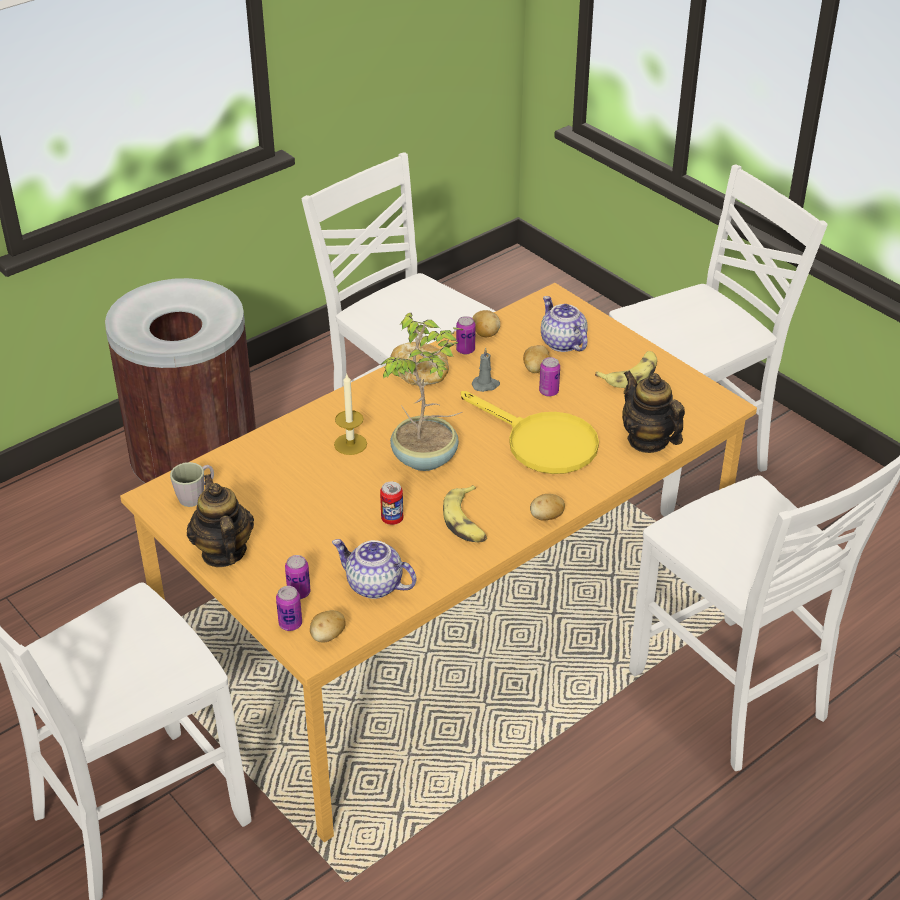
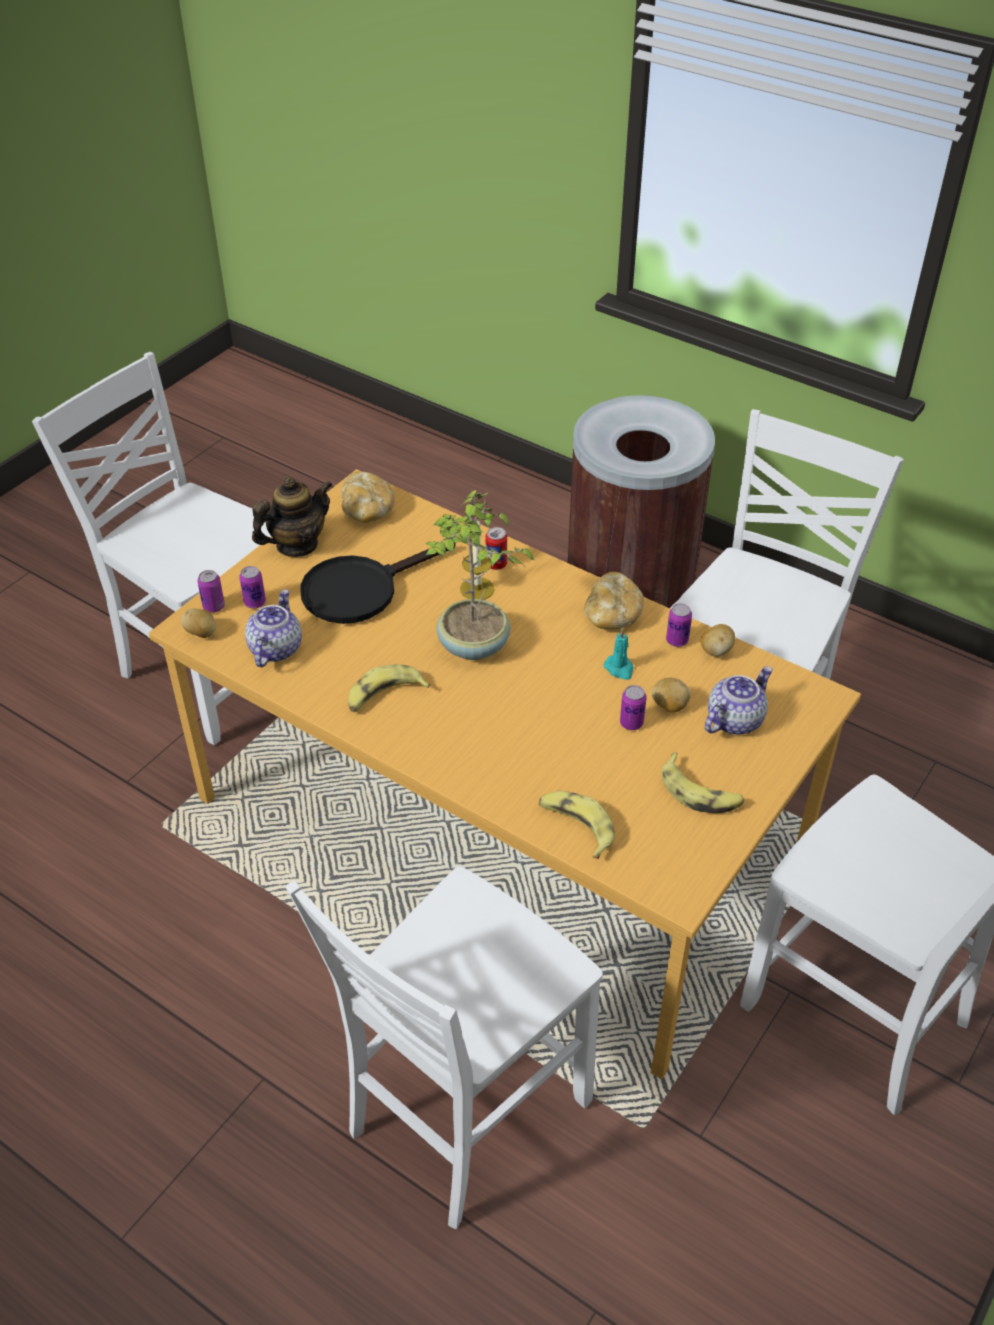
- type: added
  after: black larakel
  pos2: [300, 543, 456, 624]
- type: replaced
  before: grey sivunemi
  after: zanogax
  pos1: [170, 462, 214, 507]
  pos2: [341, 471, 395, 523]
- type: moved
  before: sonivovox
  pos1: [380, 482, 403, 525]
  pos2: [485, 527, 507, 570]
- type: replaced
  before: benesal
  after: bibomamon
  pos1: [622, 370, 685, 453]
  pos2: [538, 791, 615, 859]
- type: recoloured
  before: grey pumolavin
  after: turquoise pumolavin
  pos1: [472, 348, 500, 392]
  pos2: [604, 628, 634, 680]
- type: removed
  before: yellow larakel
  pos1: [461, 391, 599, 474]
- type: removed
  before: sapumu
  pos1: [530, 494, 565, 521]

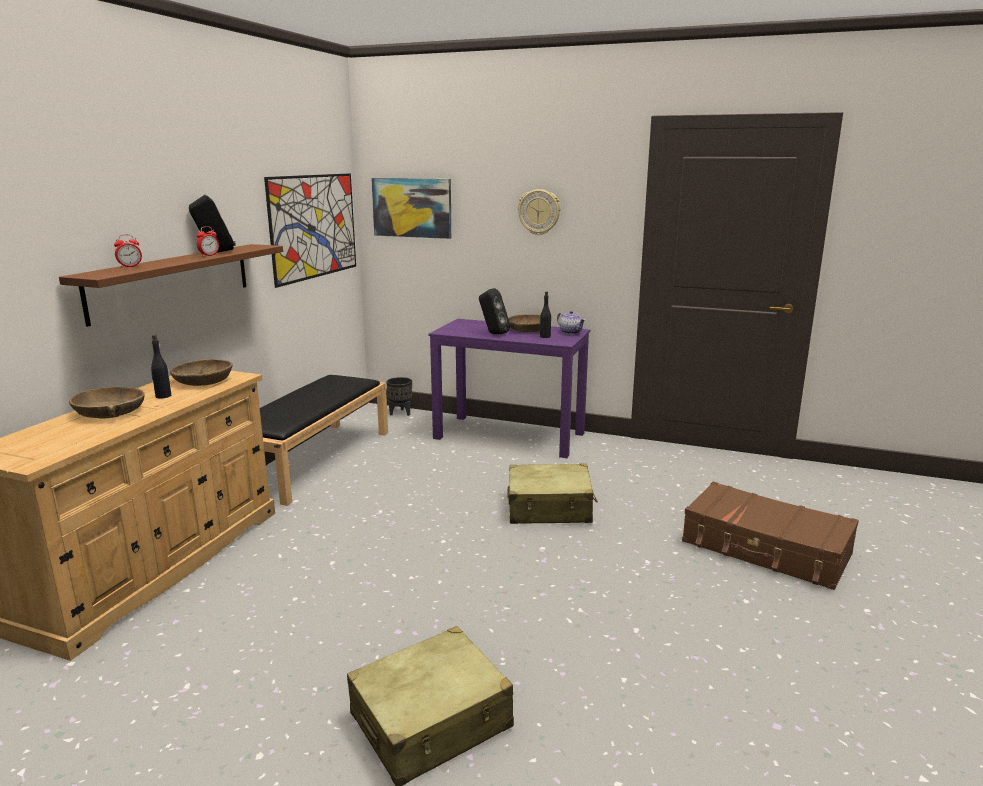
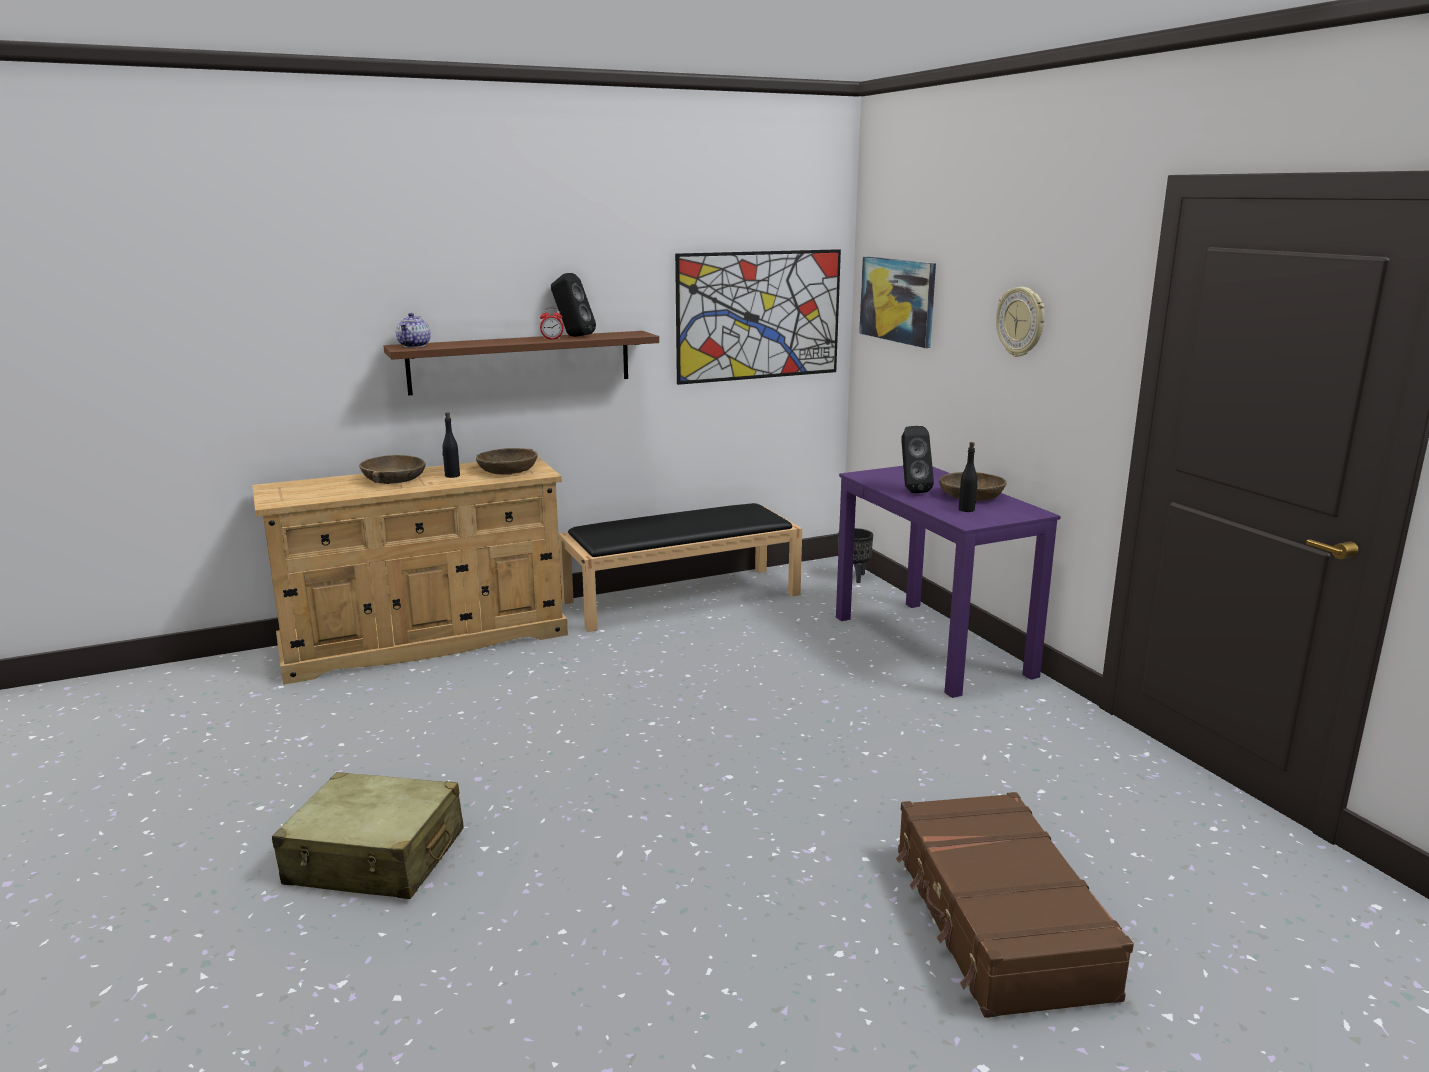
- type: moved
  before: benesal
  pos1: [557, 311, 586, 334]
  pos2: [396, 313, 431, 347]
- type: removed
  before: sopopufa
  pos1: [114, 234, 142, 268]
- type: removed
  before: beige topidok
  pos1: [507, 463, 598, 524]

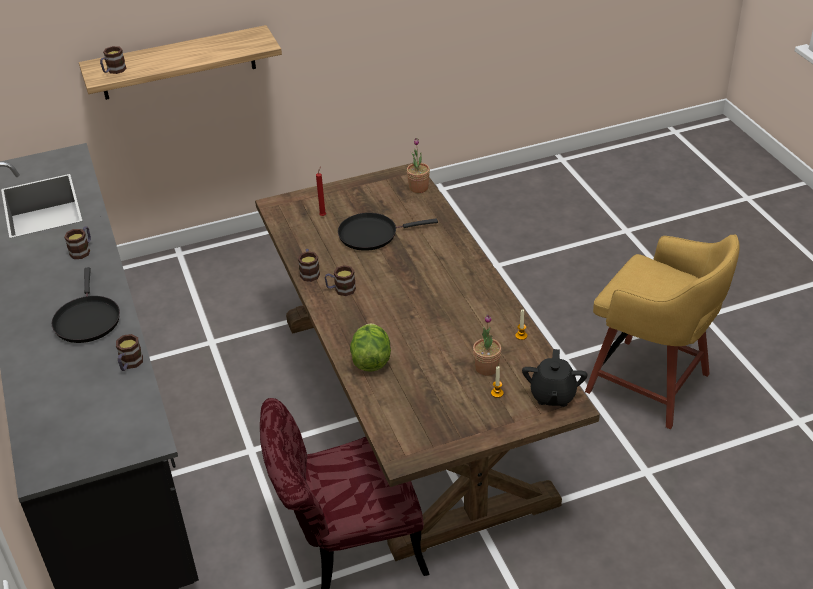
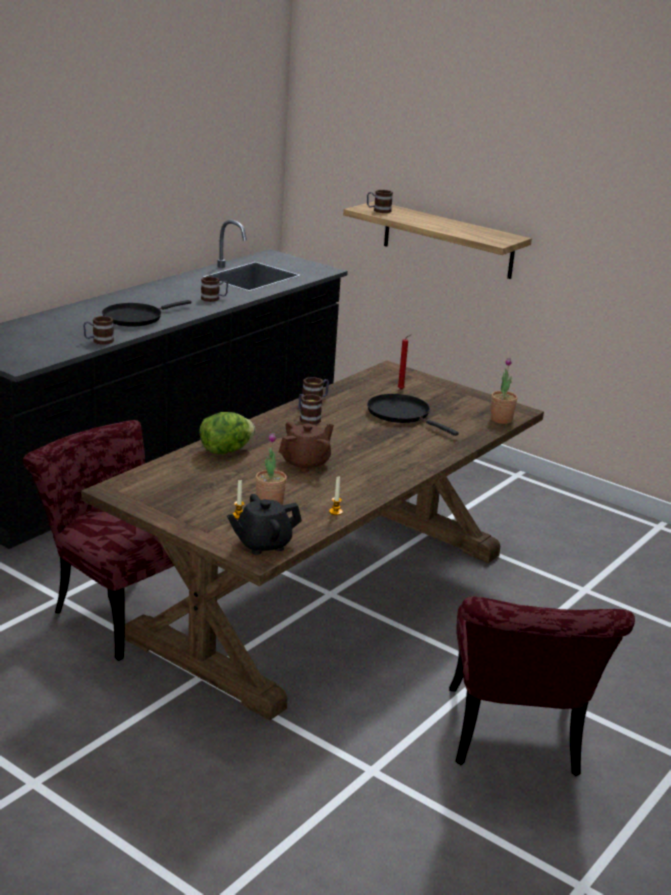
- type: added
  after: brown benesal
  pos2: [279, 422, 334, 472]
- type: replaced
  before: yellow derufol
  after: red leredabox
  pos1: [585, 234, 740, 429]
  pos2: [449, 596, 635, 776]

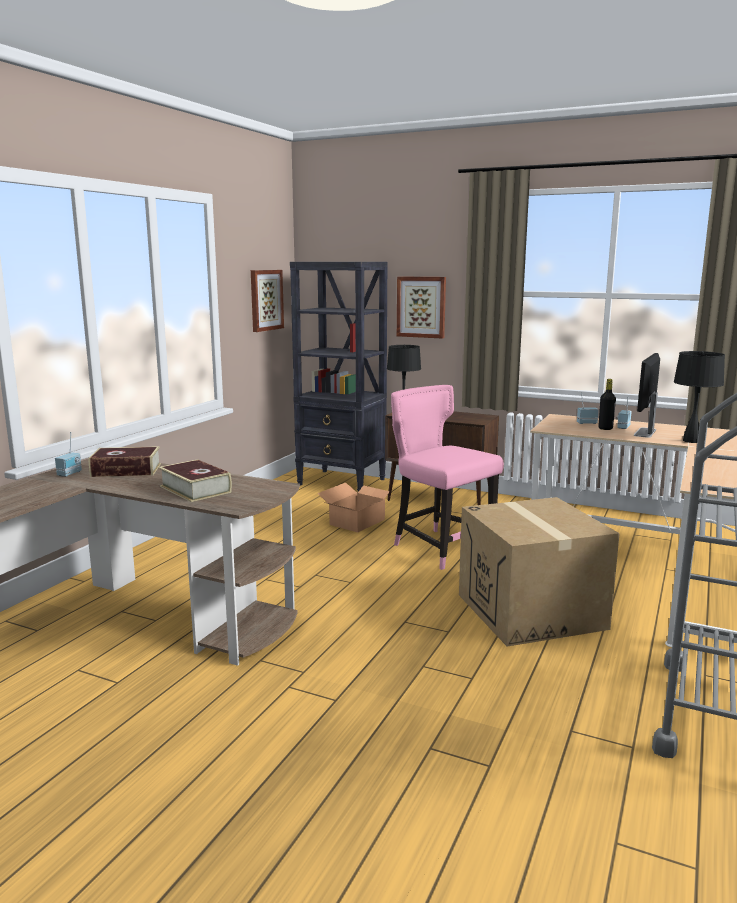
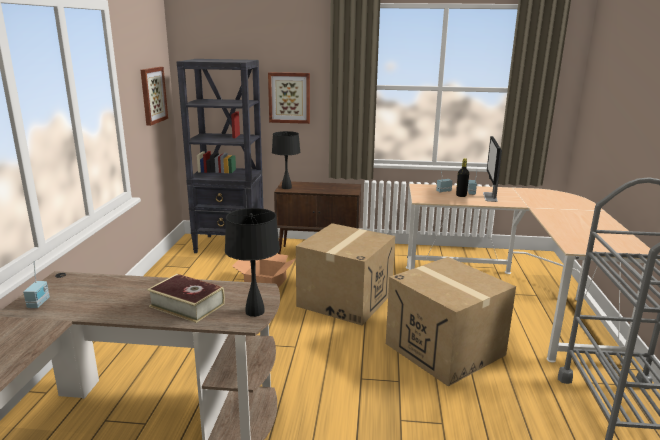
- type: moved
  before: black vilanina
  pos1: [674, 351, 725, 443]
  pos2: [225, 208, 280, 317]
- type: replaced
  before: pink leredabox
  after: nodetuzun
  pos1: [391, 385, 504, 570]
  pos2: [296, 223, 395, 325]
- type: removed
  before: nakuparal
  pos1: [88, 446, 161, 477]

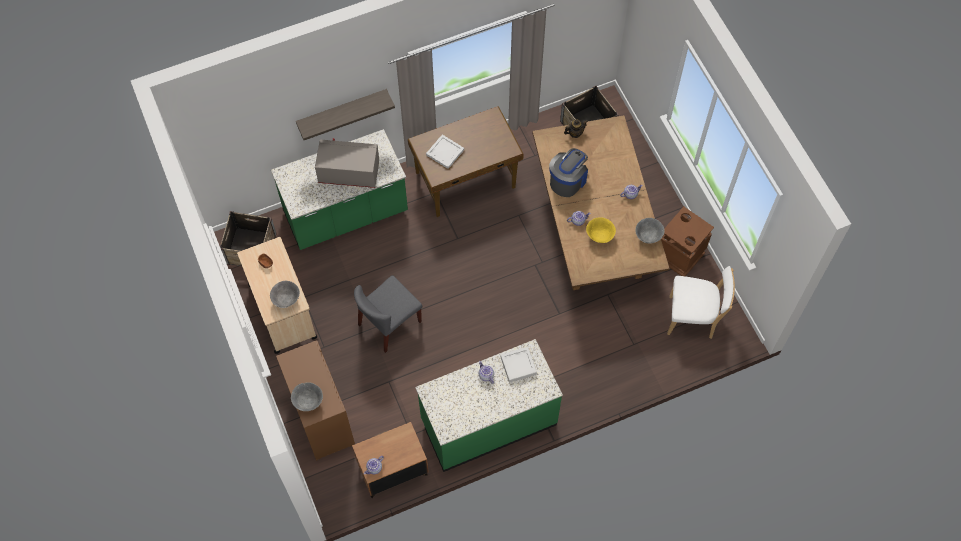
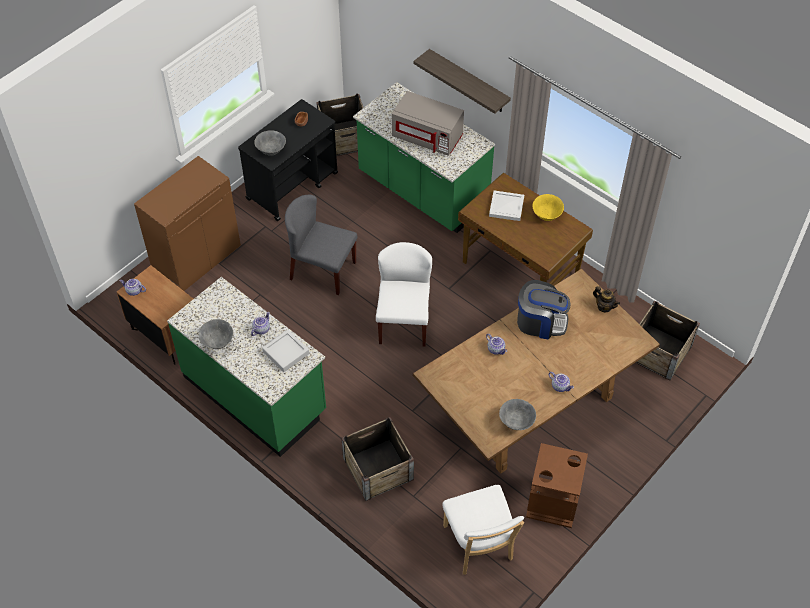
- type: moved
  before: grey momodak
  pos1: [291, 382, 323, 411]
  pos2: [198, 319, 233, 349]
- type: recoloured
  before: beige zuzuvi
  after: black zuzuvi
  pos1: [237, 237, 317, 354]
  pos2: [238, 99, 338, 221]
- type: added
  after: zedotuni
  pos2: [341, 417, 414, 501]
- type: added
  after: white leredabox
  pos2: [376, 242, 432, 347]
- type: turned
  before: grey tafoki
  pos1: [315, 138, 379, 188]
  pos2: [392, 91, 464, 156]
  turn: 135
- type: moved
  before: yellow momodak
  pos1: [586, 217, 616, 243]
  pos2: [532, 194, 564, 221]

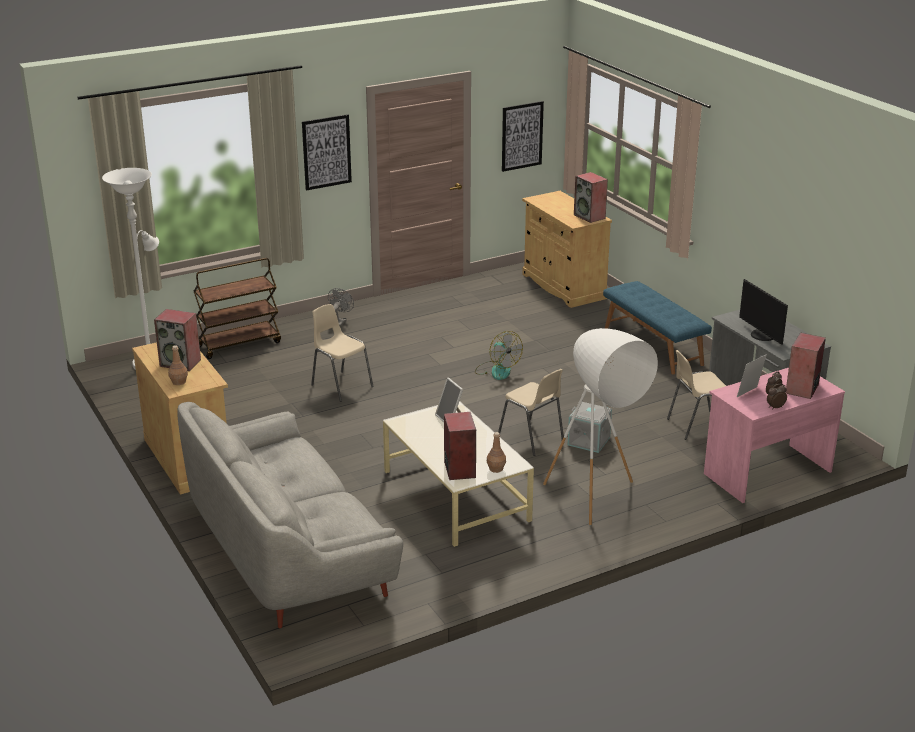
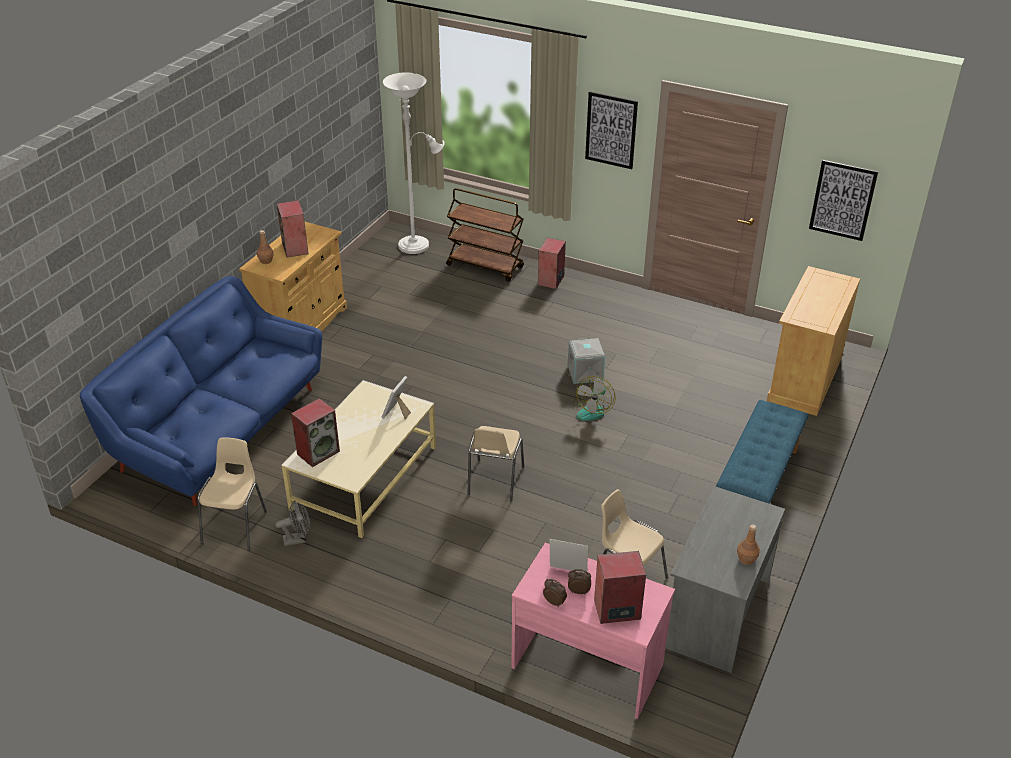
- type: recoloured
  before: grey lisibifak
  after: blue lisibifak
  pos1: [177, 402, 403, 628]
  pos2: [80, 276, 322, 506]
- type: moved
  before: beige leredabox
  pos1: [311, 304, 374, 402]
  pos2: [197, 437, 267, 551]
- type: moved
  before: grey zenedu
  pos1: [328, 288, 354, 326]
  pos2: [275, 500, 310, 546]
- type: moved
  before: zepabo
  pos1: [574, 172, 608, 223]
  pos2: [538, 238, 566, 289]
- type: moved
  before: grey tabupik
  pos1: [568, 402, 612, 453]
  pos2: [568, 338, 605, 384]
- type: moved
  before: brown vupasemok
  pos1: [487, 432, 506, 473]
  pos2: [737, 524, 760, 565]
- type: removed
  before: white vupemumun
  pos1: [543, 328, 658, 525]
- type: removed
  before: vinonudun
  pos1: [739, 279, 788, 345]

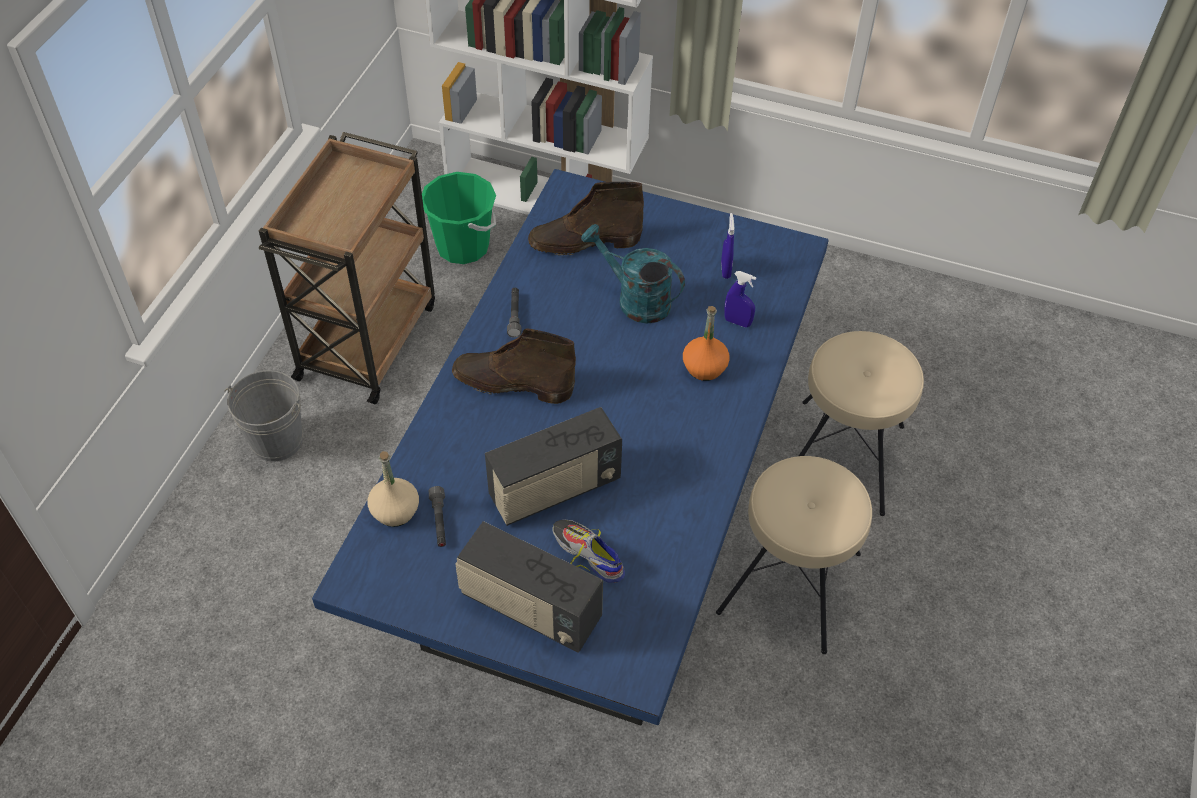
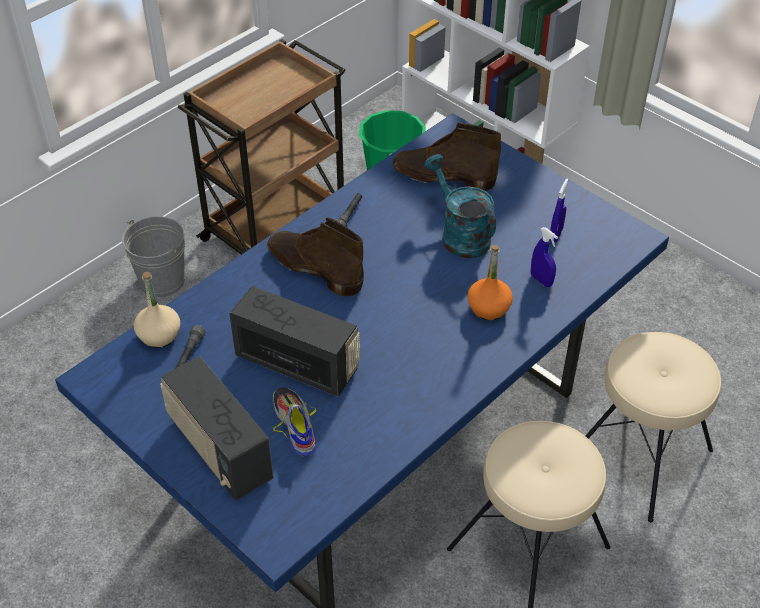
- type: turned
  before: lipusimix
  pos1: [485, 407, 622, 526]
  pos2: [229, 286, 360, 397]
  turn: -150

